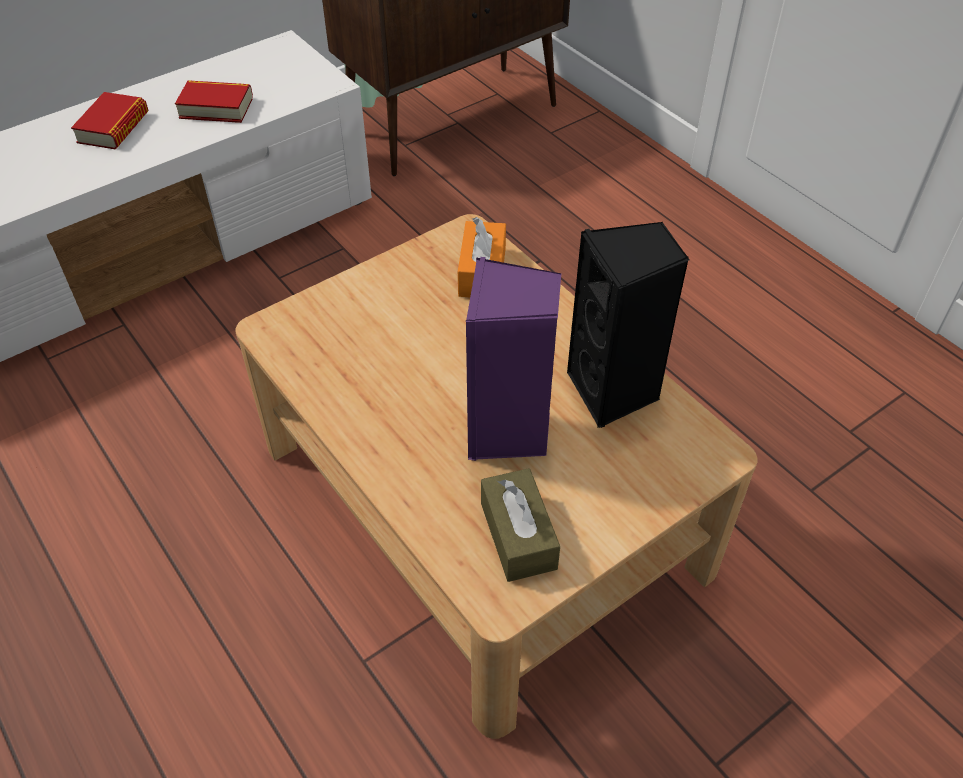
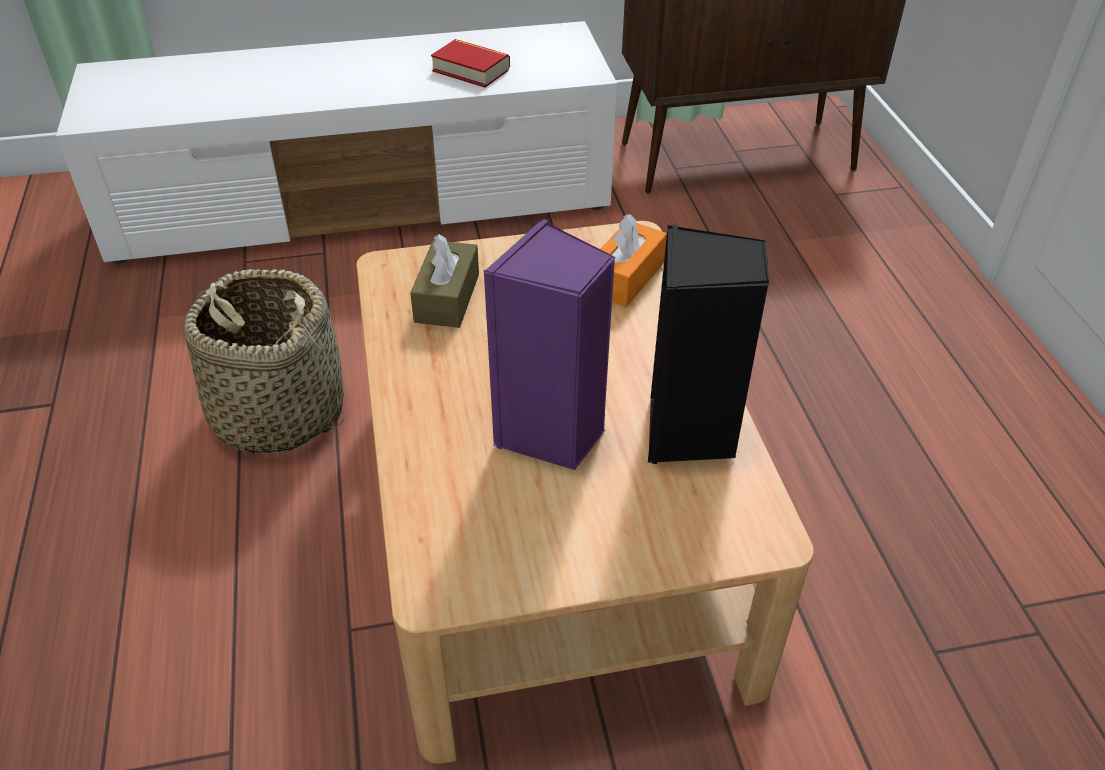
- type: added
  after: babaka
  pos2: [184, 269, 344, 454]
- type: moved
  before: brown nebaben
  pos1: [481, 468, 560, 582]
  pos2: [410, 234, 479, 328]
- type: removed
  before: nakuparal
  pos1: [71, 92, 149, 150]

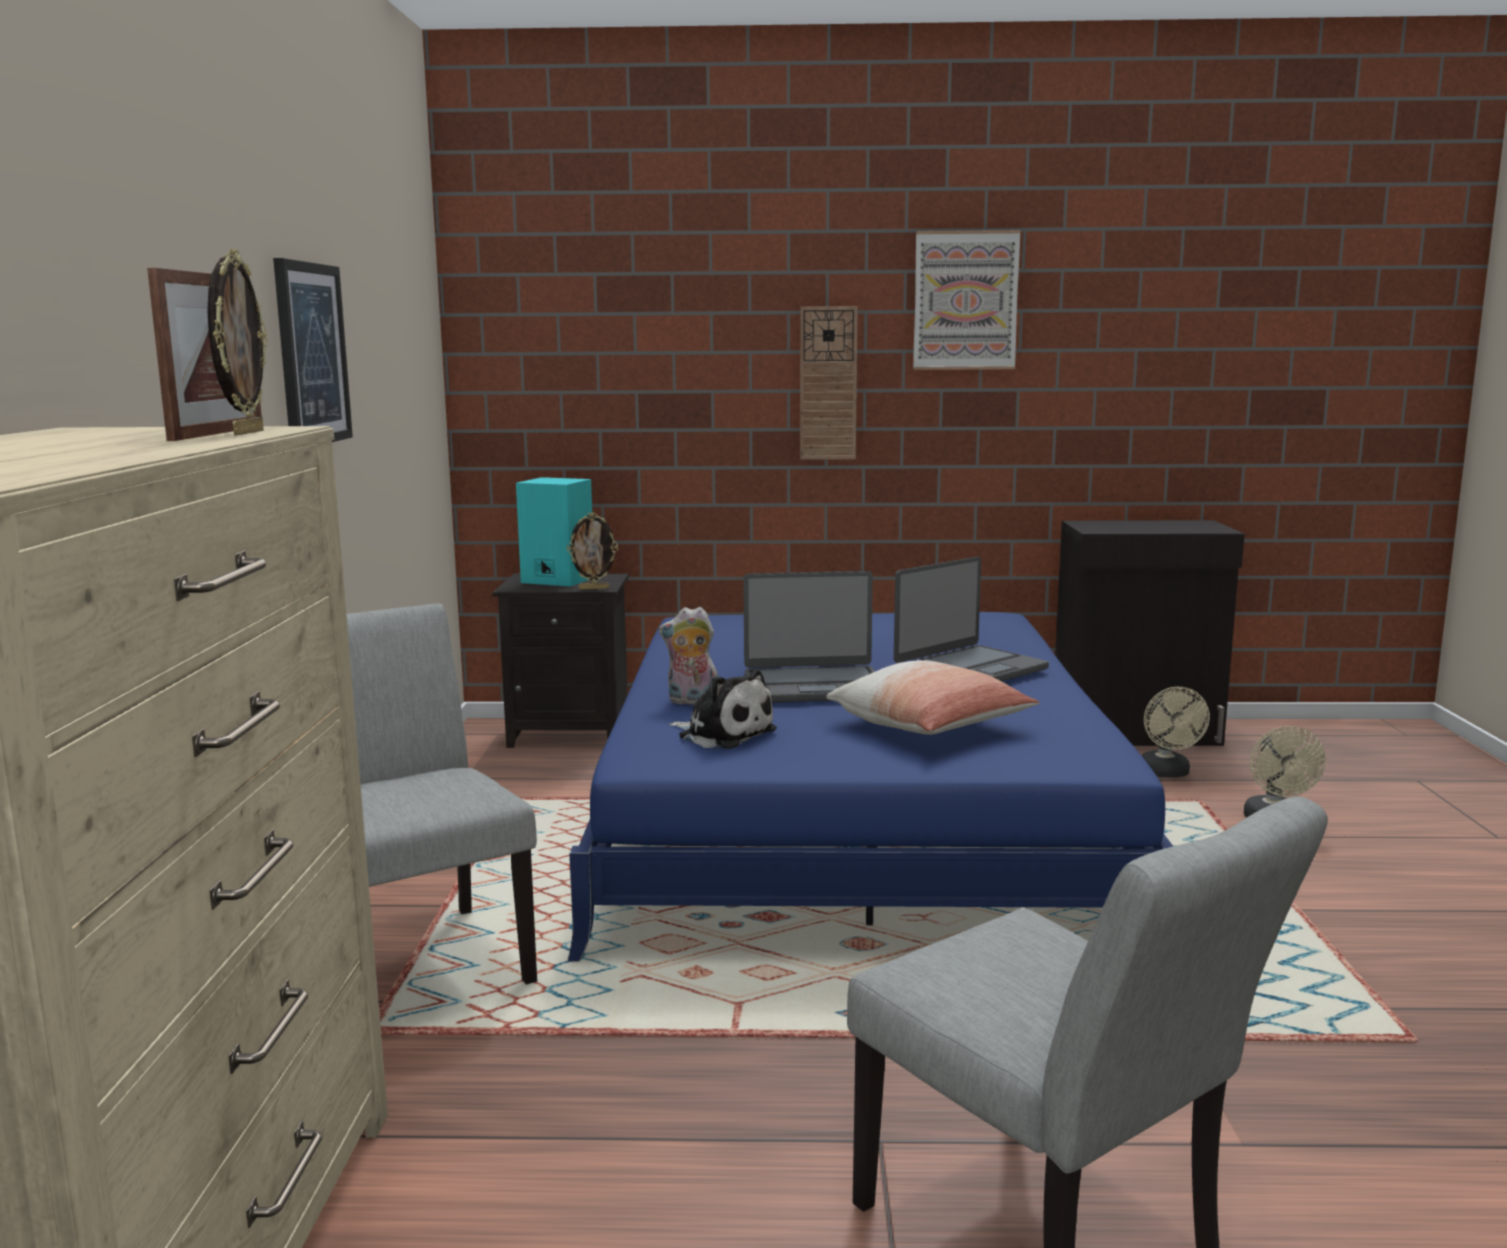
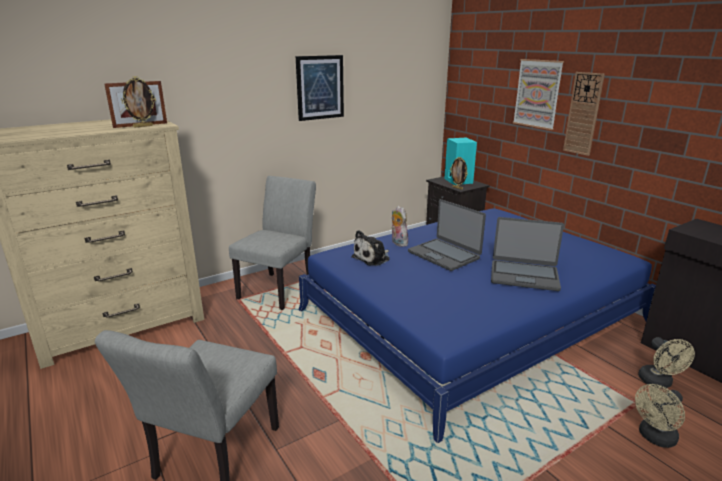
- type: turned
  before: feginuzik
  pos1: [669, 669, 777, 749]
  pos2: [352, 230, 390, 266]
  turn: 45
- type: moved
  before: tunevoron
  pos1: [913, 230, 1021, 370]
  pos2: [513, 59, 564, 130]
- type: turned
  before: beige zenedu
  pos1: [1141, 687, 1210, 777]
  pos2: [638, 337, 695, 388]
  turn: -60
- type: removed
  before: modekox
  pos1: [826, 660, 1040, 735]

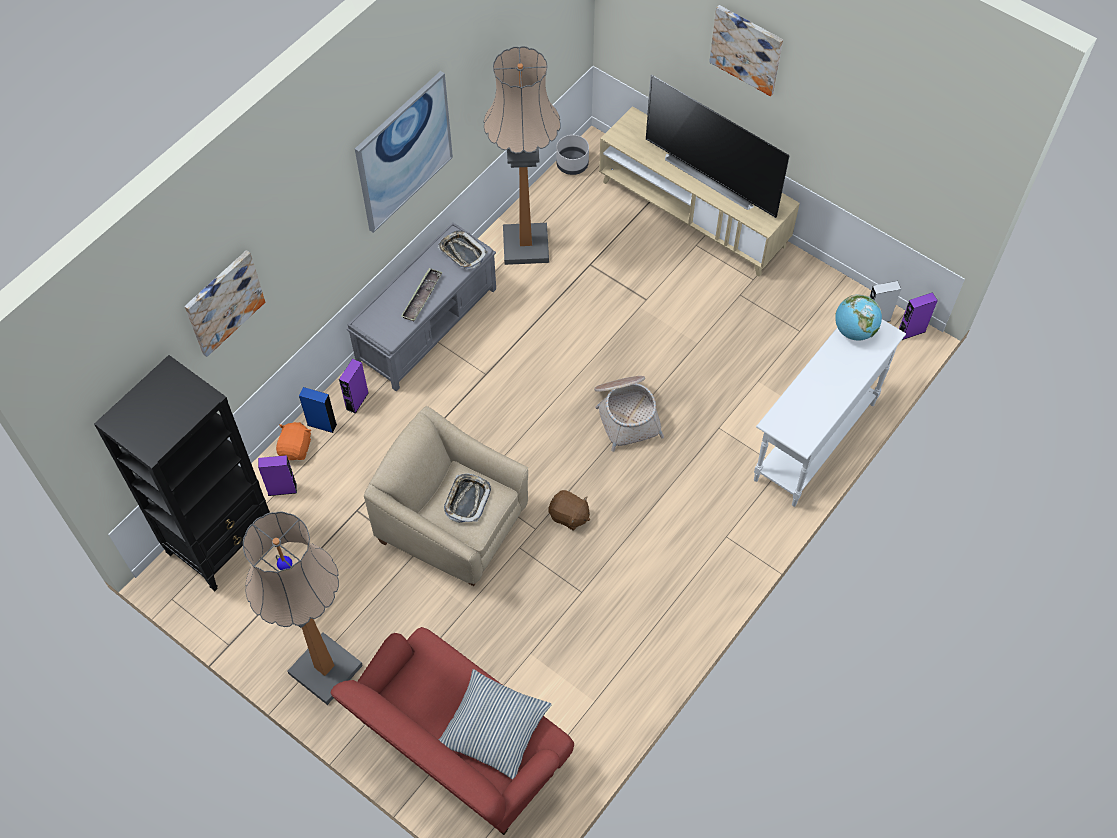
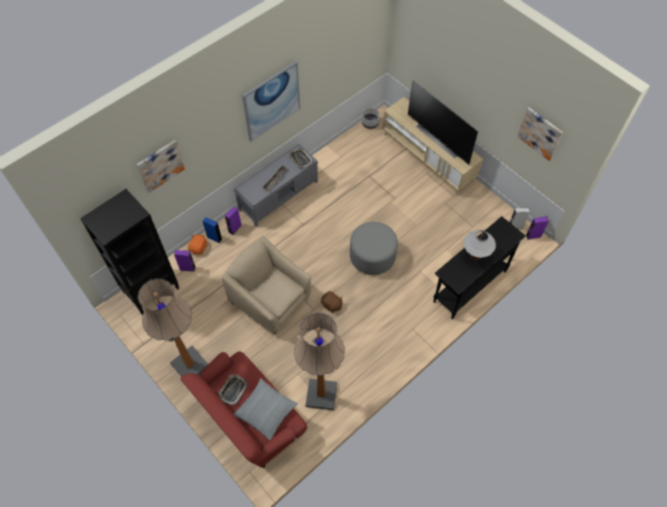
- type: moved
  before: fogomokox
  pos1: [444, 473, 491, 523]
  pos2: [218, 375, 248, 405]
- type: moved
  before: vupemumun
  pos1: [484, 46, 561, 265]
  pos2: [294, 313, 345, 410]
- type: replaced
  before: babaka
  after: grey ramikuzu
  pos1: [594, 376, 664, 452]
  pos2: [350, 222, 398, 275]
- type: recoloured
  before: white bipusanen
  after: black bipusanen
  pos1: [754, 319, 906, 507]
  pos2: [433, 216, 526, 319]
- type: added
  after: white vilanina
  pos2: [463, 230, 496, 260]
- type: moved
  before: tunevoron
  pos1: [709, 5, 783, 96]
  pos2: [517, 107, 563, 161]
- type: removed
  before: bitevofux
  pos1: [835, 294, 882, 340]

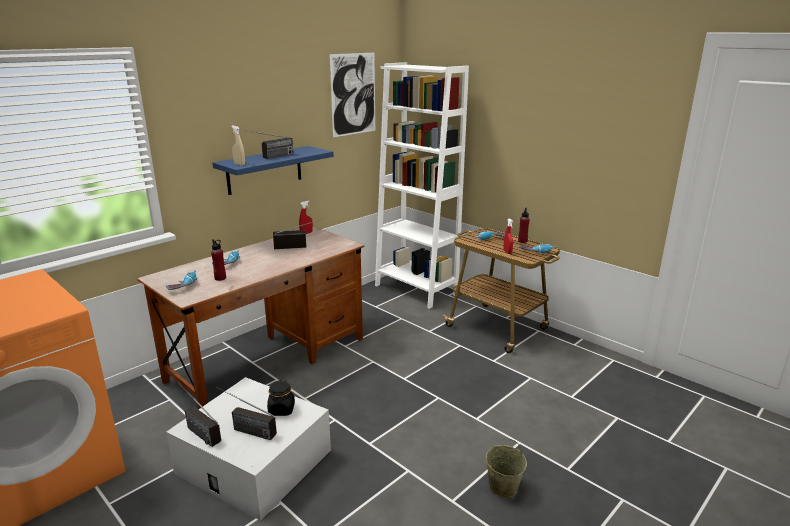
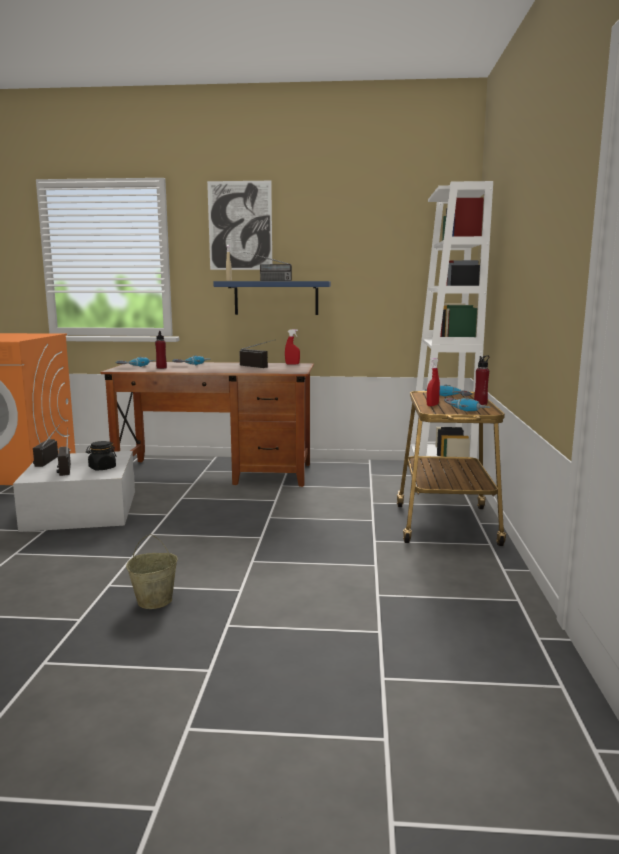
- type: moved
  before: tunevoron
  pos1: [329, 53, 375, 137]
  pos2: [207, 181, 272, 270]

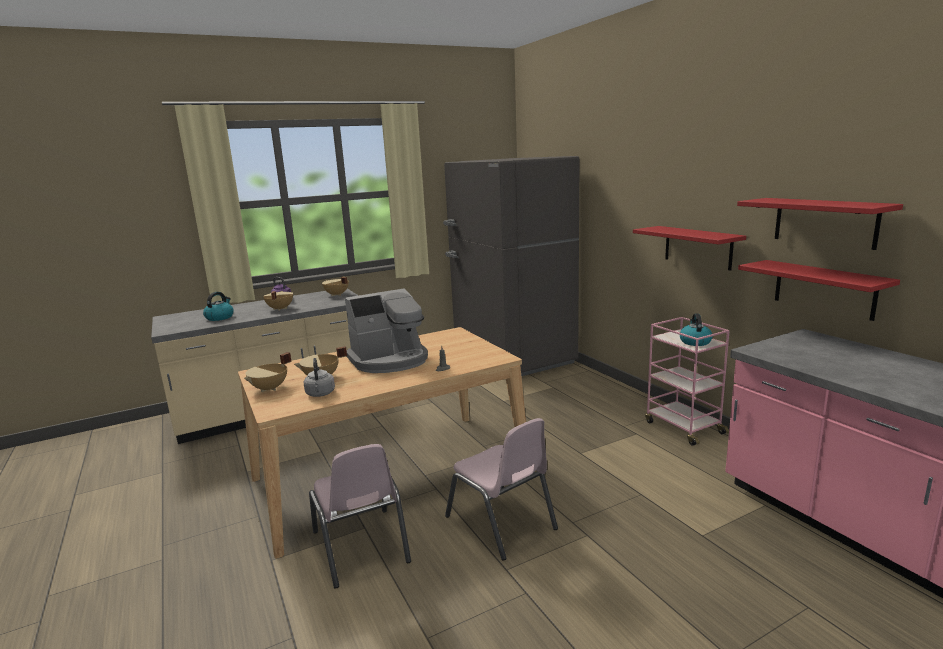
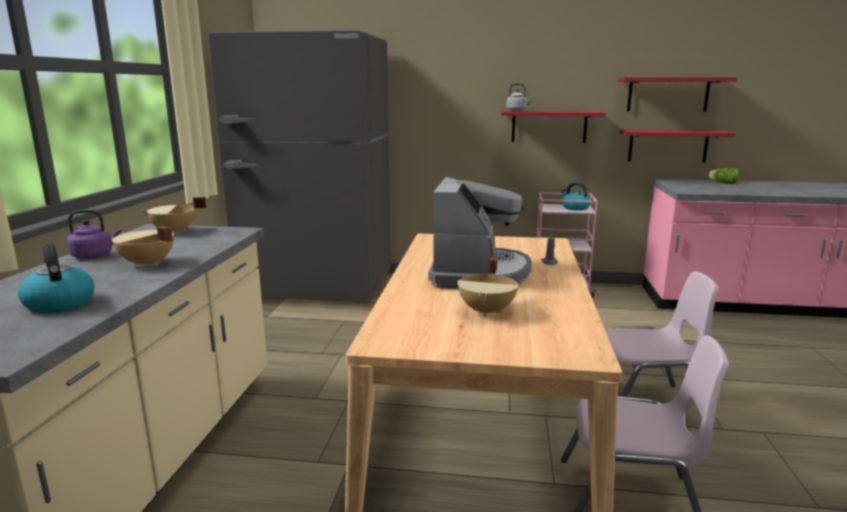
- type: moved
  before: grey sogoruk
  pos1: [304, 358, 335, 397]
  pos2: [506, 83, 534, 111]
- type: added
  after: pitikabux
  pos2: [708, 168, 739, 184]
- type: removed
  before: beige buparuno
  pos1: [244, 352, 291, 392]

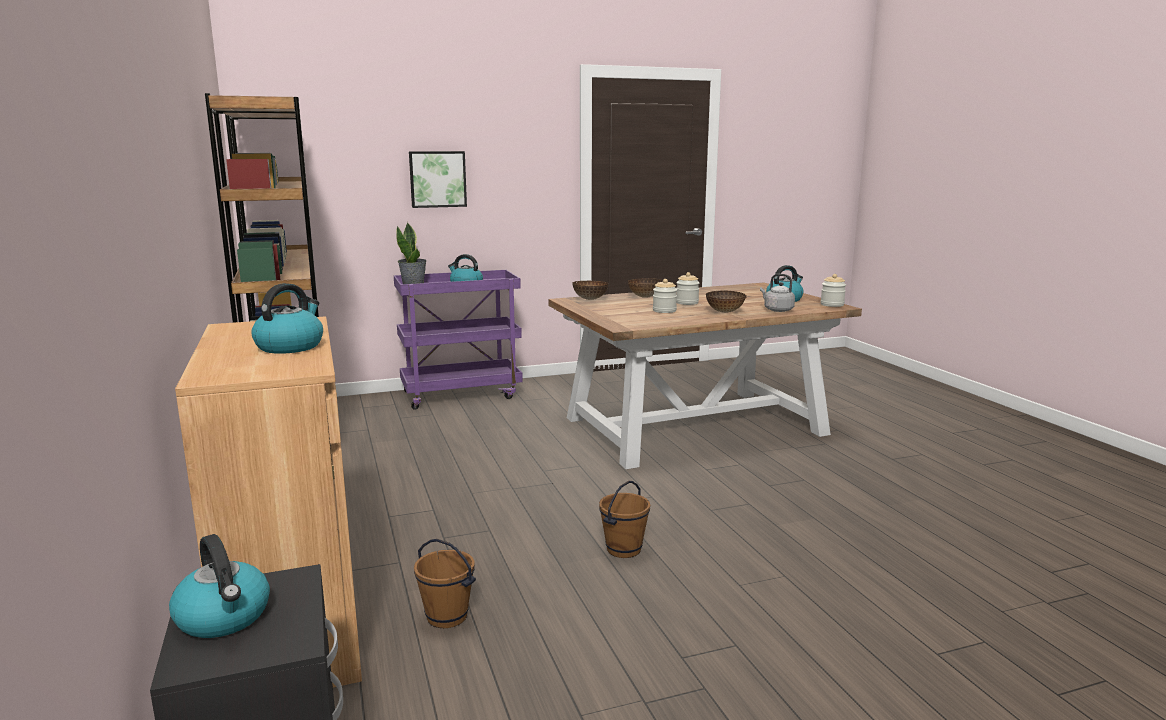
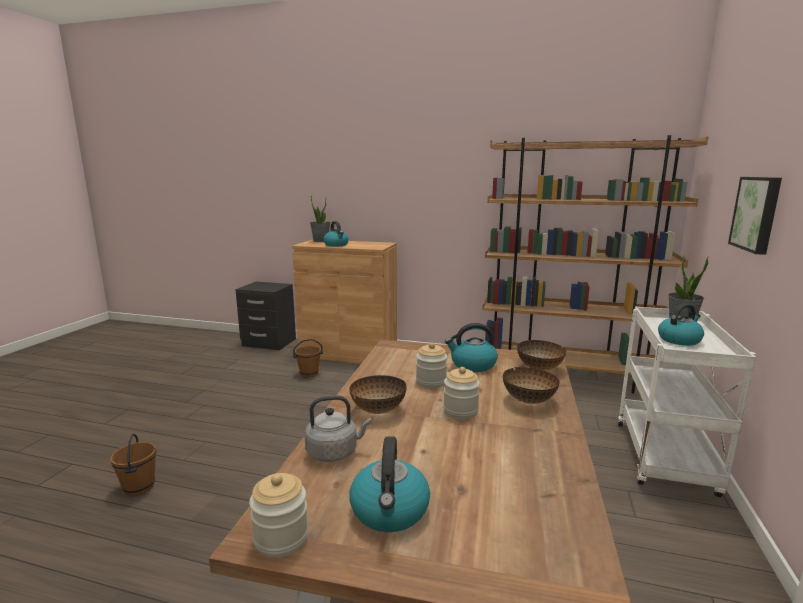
- type: moved
  before: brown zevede
  pos1: [599, 481, 650, 558]
  pos2: [110, 434, 156, 496]
- type: added
  after: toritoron
  pos2: [310, 196, 330, 242]
- type: moved
  before: sogoruk
  pos1: [169, 534, 270, 638]
  pos2: [445, 323, 498, 372]
- type: recoloured
  before: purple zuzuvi
  after: white zuzuvi
  pos1: [394, 270, 523, 410]
  pos2: [618, 307, 756, 497]

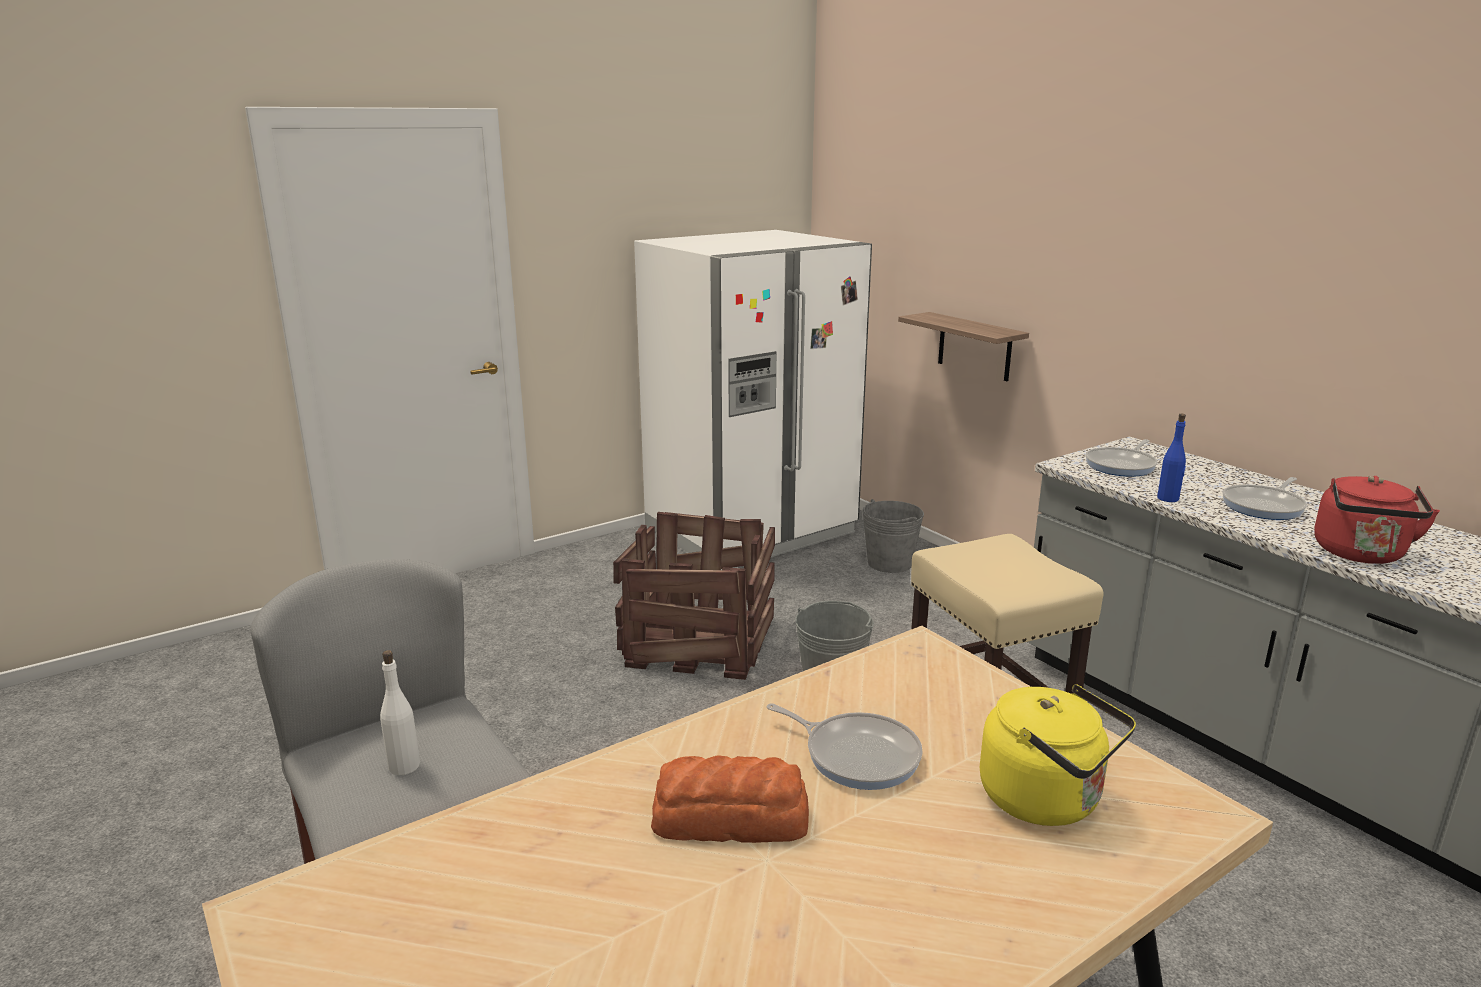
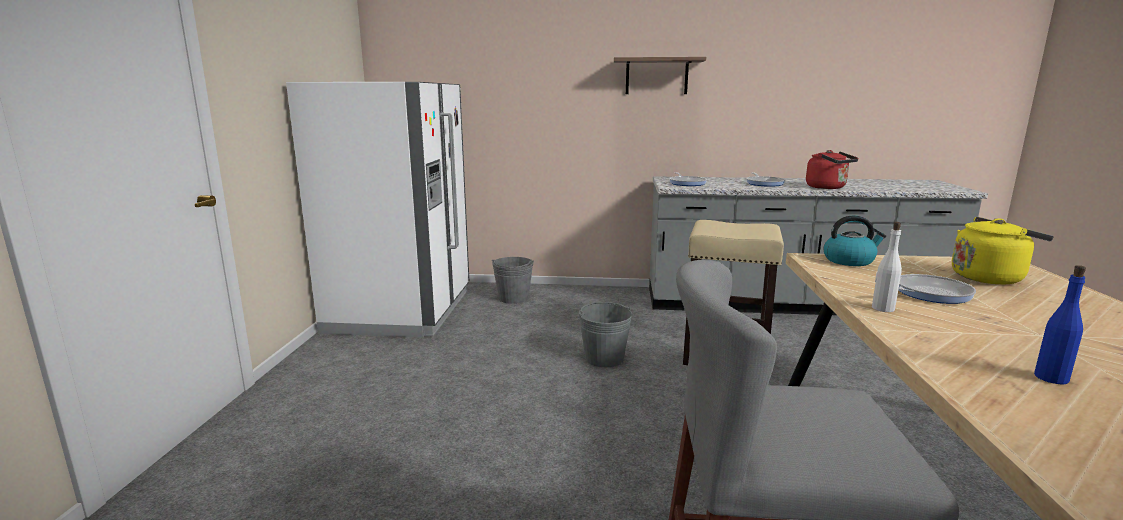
- type: moved
  before: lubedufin
  pos1: [898, 312, 1029, 381]
  pos2: [614, 57, 706, 94]
- type: added
  after: sogoruk
  pos2: [823, 216, 886, 266]
- type: moved
  before: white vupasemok
  pos1: [380, 650, 420, 775]
  pos2: [872, 222, 902, 312]
- type: moved
  before: blue vupasemok
  pos1: [1157, 414, 1186, 502]
  pos2: [1034, 265, 1086, 385]
- type: removed
  before: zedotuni
  pos1: [613, 512, 775, 680]
- type: removed
  before: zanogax
  pos1: [651, 755, 809, 843]

